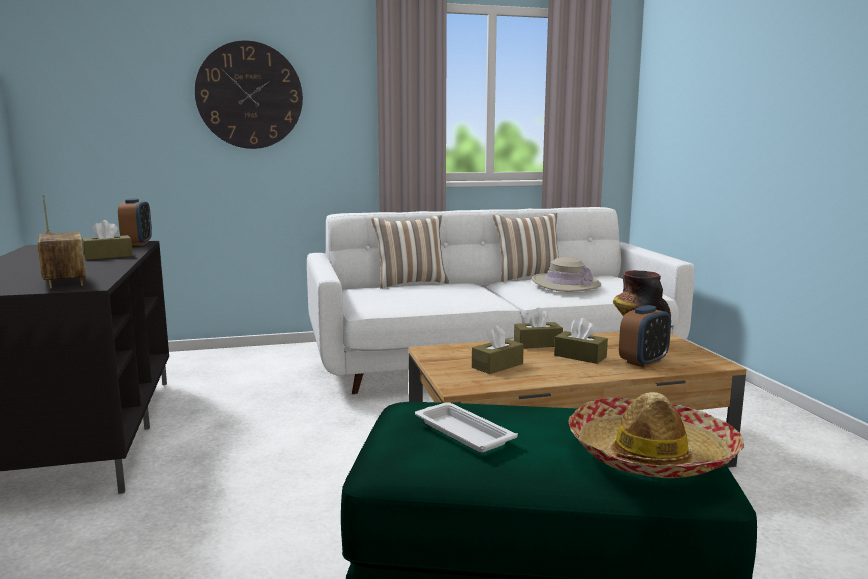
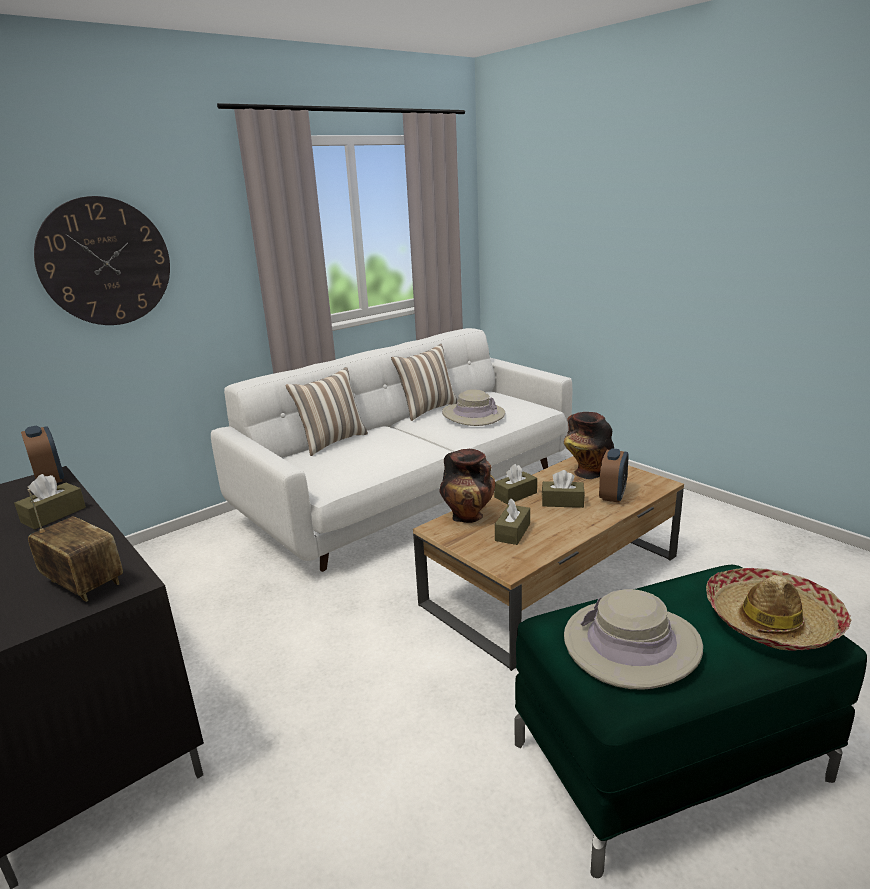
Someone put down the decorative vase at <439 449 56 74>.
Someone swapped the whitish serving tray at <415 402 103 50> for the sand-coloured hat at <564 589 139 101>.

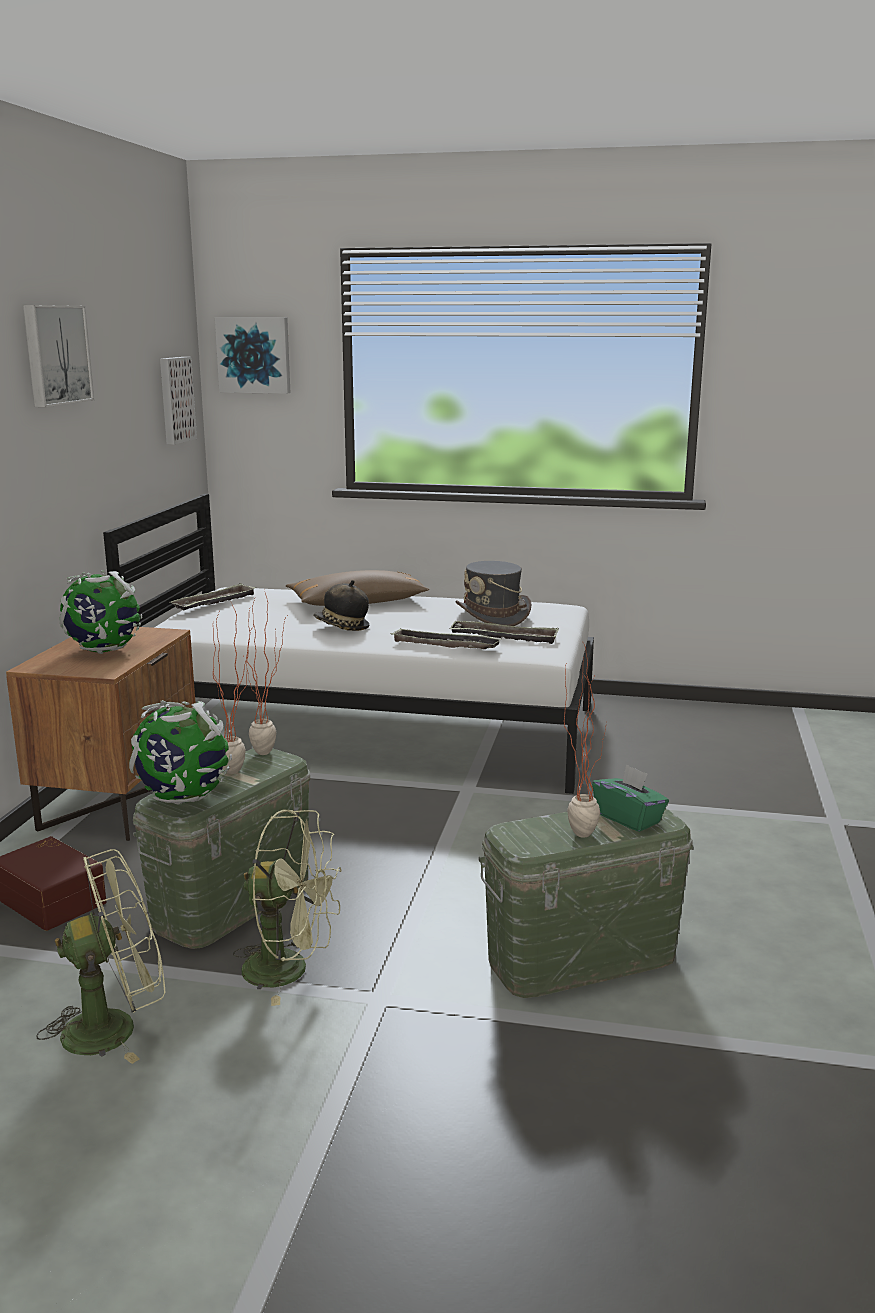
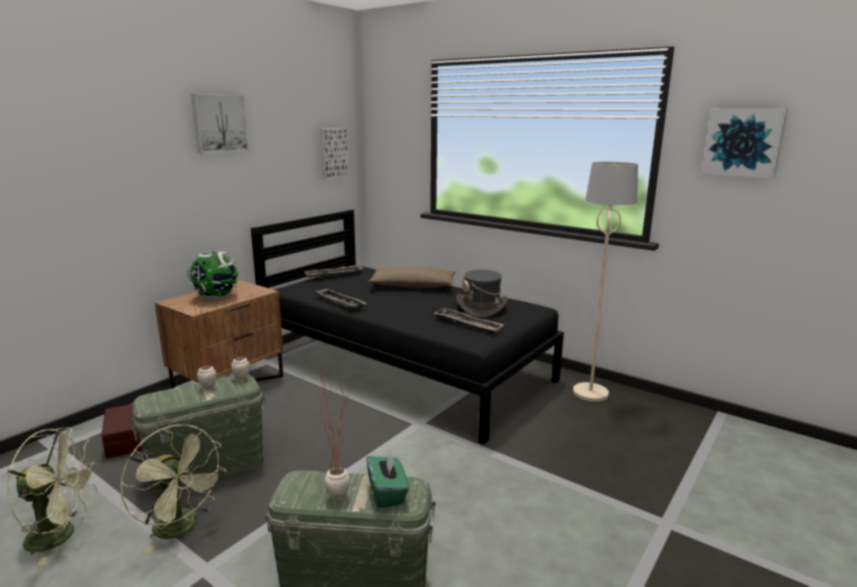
Someone repainted the whitish bed at <103 494 491 300>, which became the black-coloured bed at <251 210 313 235>.
Someone carried the serving tray from <391 628 111 21> to <315 289 52 19>.
Someone put down the sand-coloured standing lamp at <573 162 65 240>.
Someone carried the wall picture from <215 317 75 77> to <702 108 86 70>.
Someone took away the world globe at <129 700 103 105>.
Someone took away the hat at <313 580 57 51>.

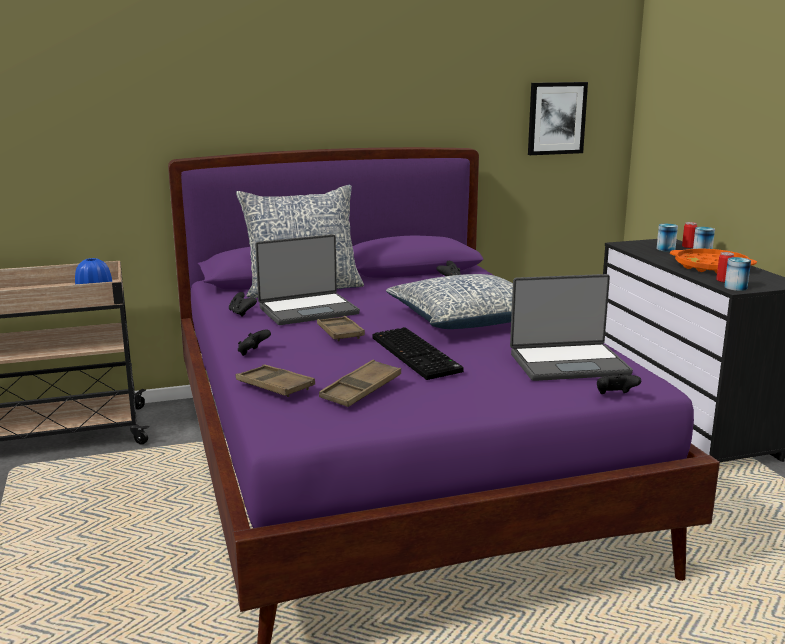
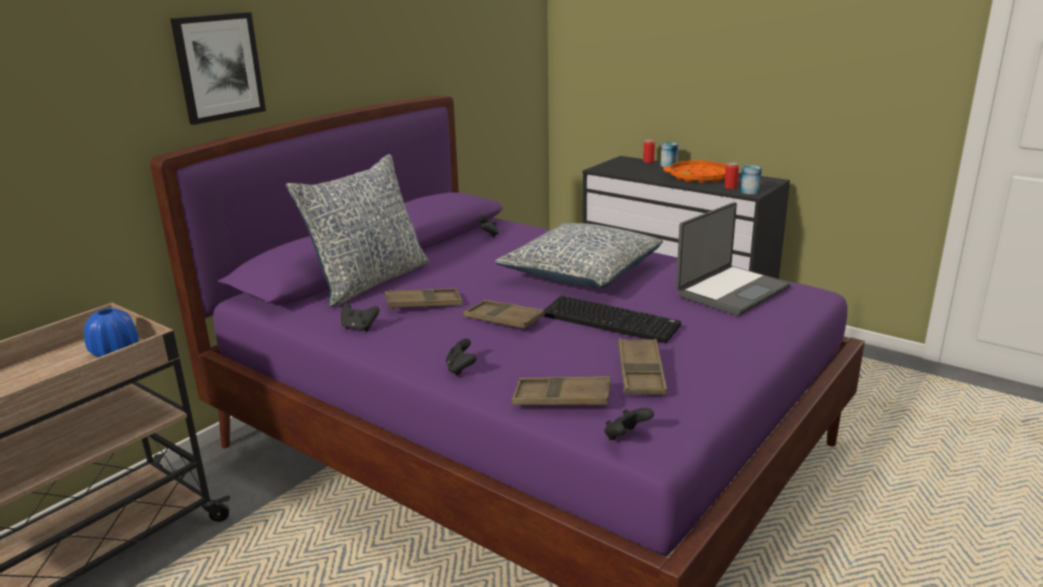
Someone carried the wall picture from <528 82 60 73> to <170 12 96 113>.
Someone swapped the notebook computer at <255 234 105 91> for the brownish serving tray at <385 289 78 21>.
Someone carried the black-coloured game controller from <597 373 44 21> to <604 408 50 32>.
Someone took away the can at <656 224 22 27>.

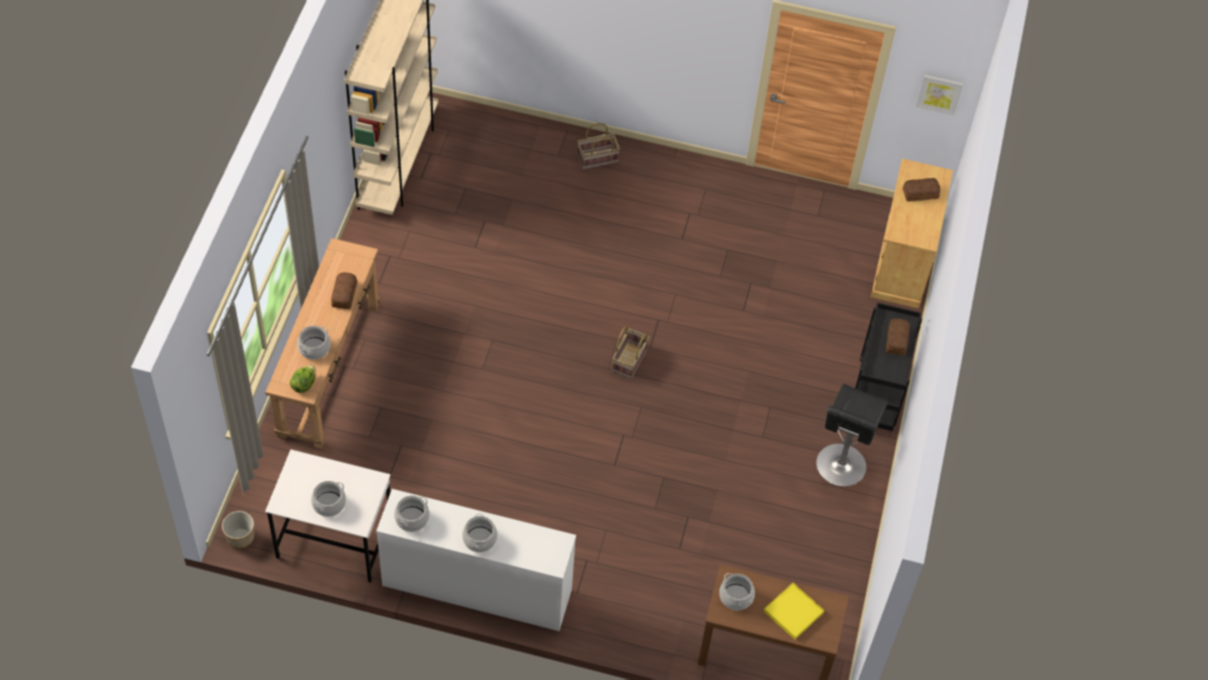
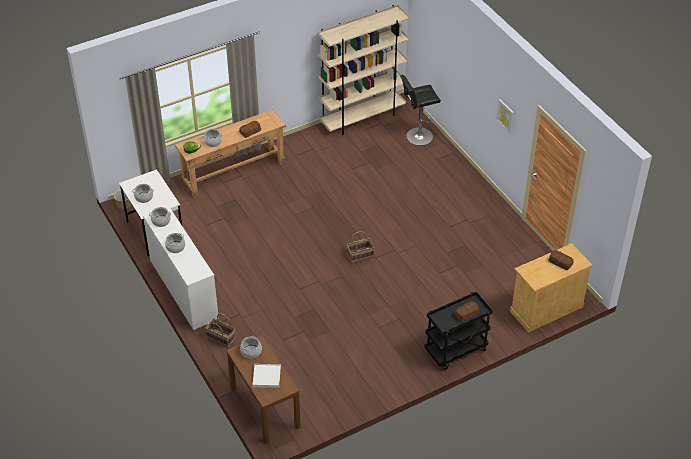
Someone carried the storage basket from <577 123 43 47> to <205 313 31 34>.
Someone repainted the yellowish serving tray at <764 583 60 57>, which became the whitish serving tray at <252 364 29 24>.
Someone carried the black-coloured stool seat from <816 384 72 103> to <400 75 41 70>.
Someone carried the wall picture from <916 75 47 40> to <496 99 18 35>.

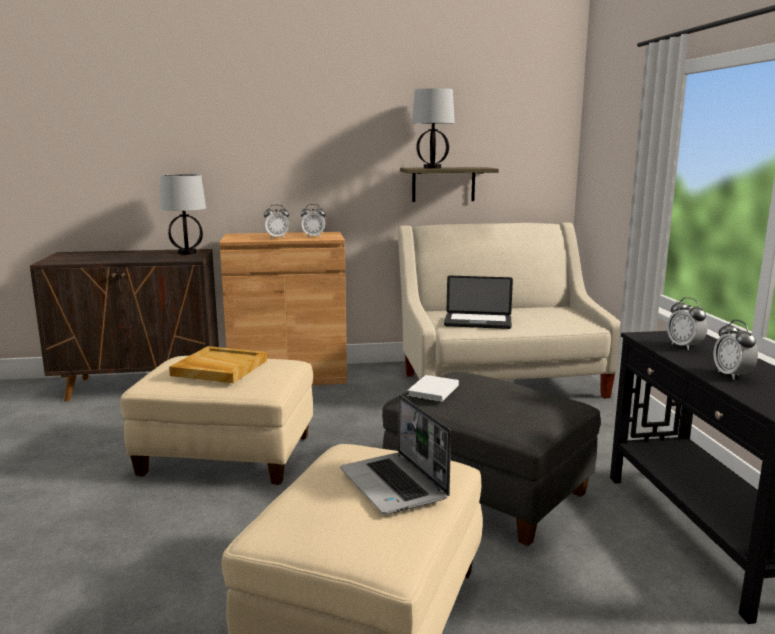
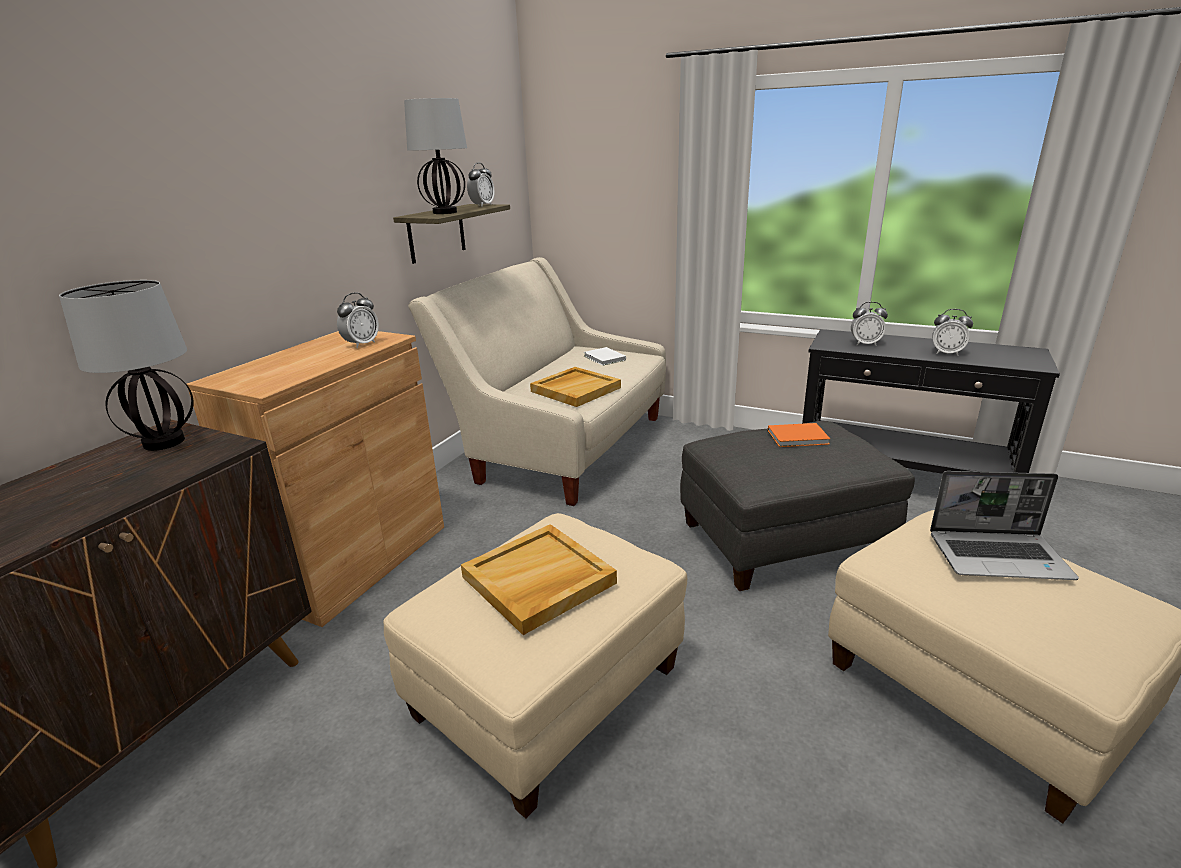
Someone carried the table clock from <264 205 25 34> to <467 163 28 44>.
Someone swapped the notebook computer at <444 276 69 53> for the sand-coloured serving tray at <530 367 91 40>.
Someone carried the whitish book from <407 375 52 27> to <584 347 42 19>.
Someone put down the orangey book at <768 423 62 24>.

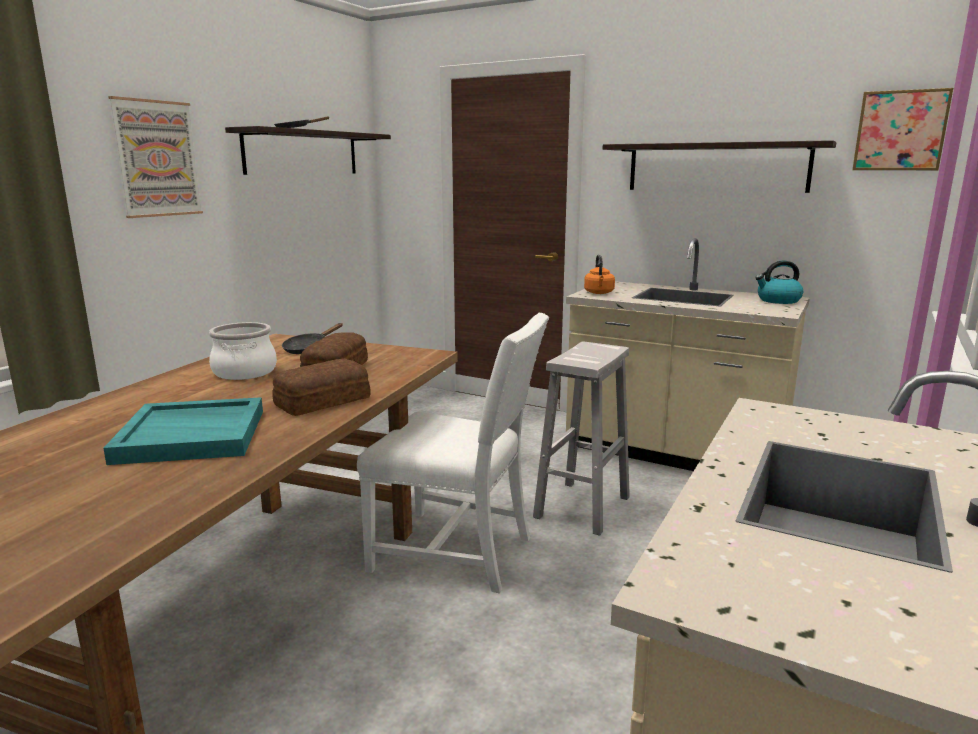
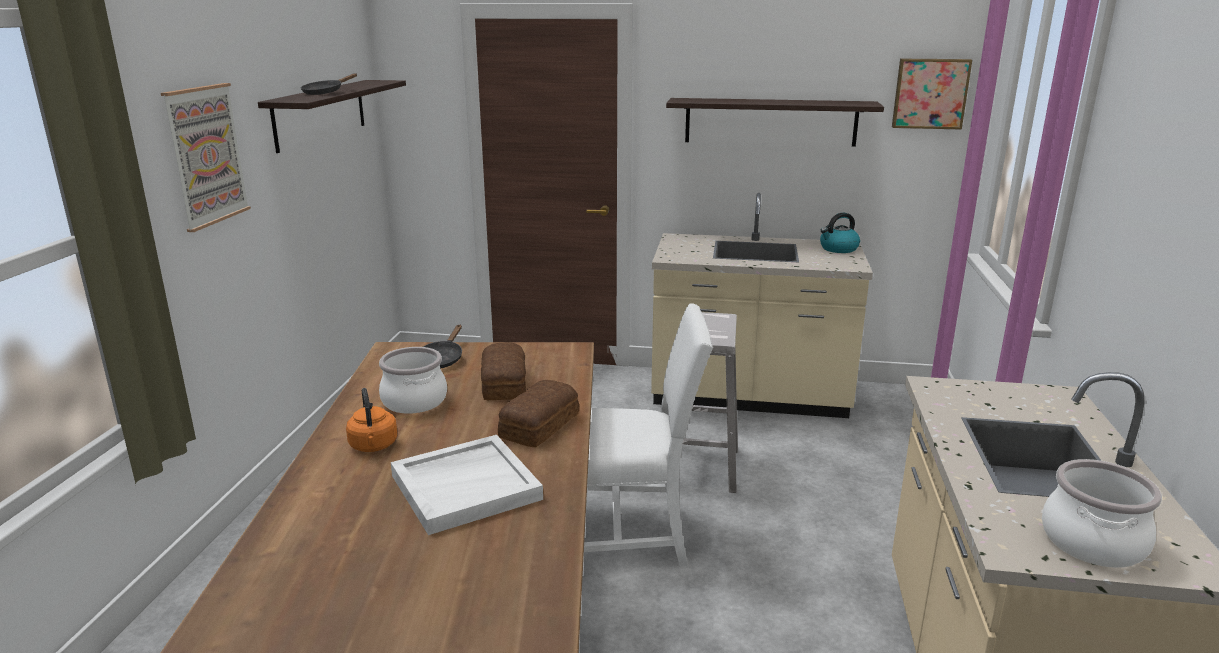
Someone carried the orangey water kettle from <584 255 31 39> to <346 388 51 64>.
Someone repainted the blue-green serving tray at <103 397 160 68>, which became the whitish serving tray at <391 435 152 100>.
Someone put down the stockpot at <1042 459 120 109>.

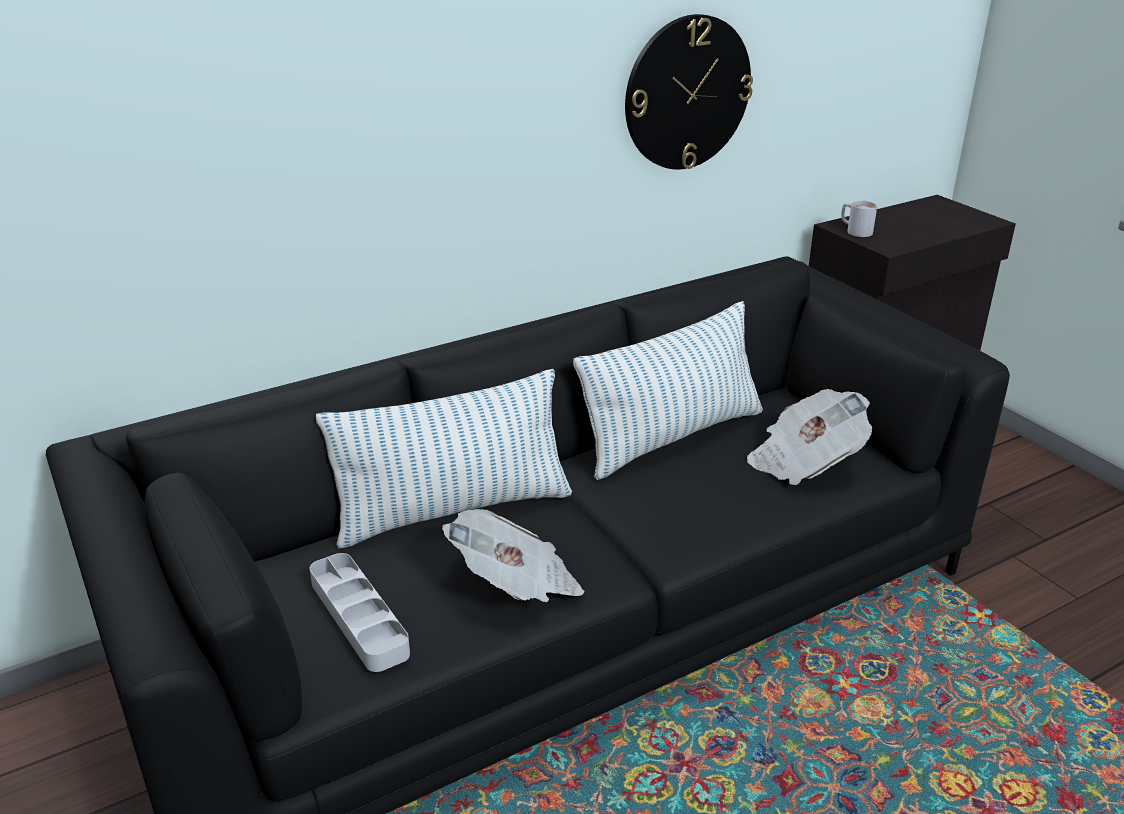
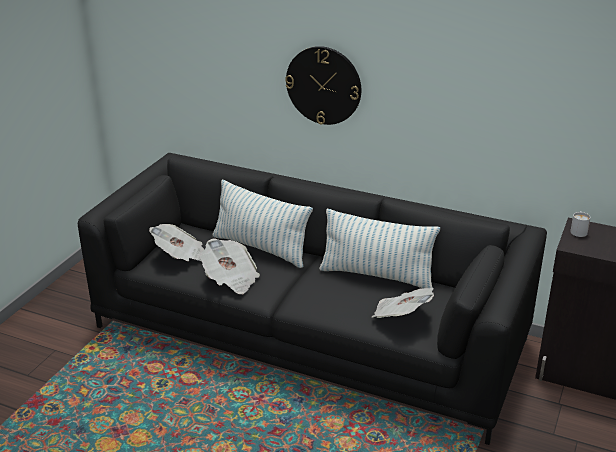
Someone swapped the grey serving tray at <310 553 100 119> for the daily paper at <149 224 55 37>.
Someone carried the wall clock from <625 14 128 156> to <285 46 76 79>.

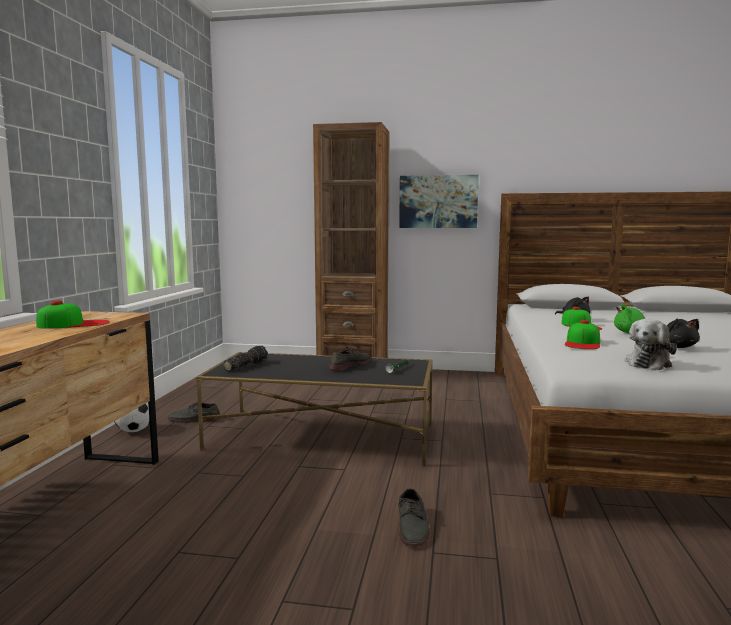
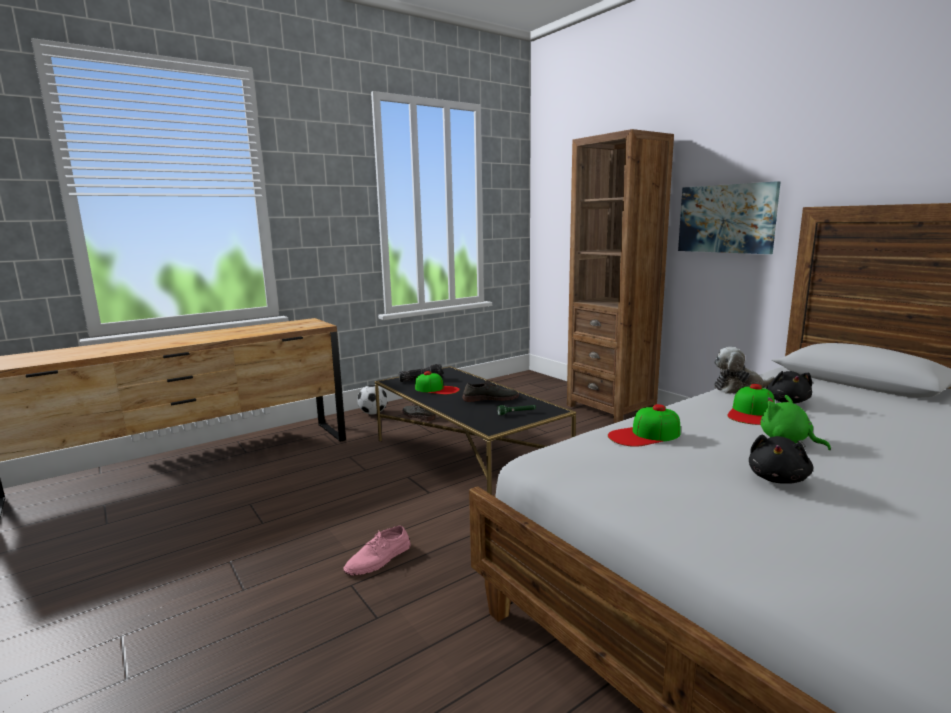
Someone repainted the grey low shoe at <398 488 31 59>, which became the pink-coloured low shoe at <343 526 68 49>.
Someone carried the baseball cap from <36 300 74 29> to <415 371 45 24>.
Someone carried the cuddly toy from <624 319 53 51> to <714 347 61 47>.

